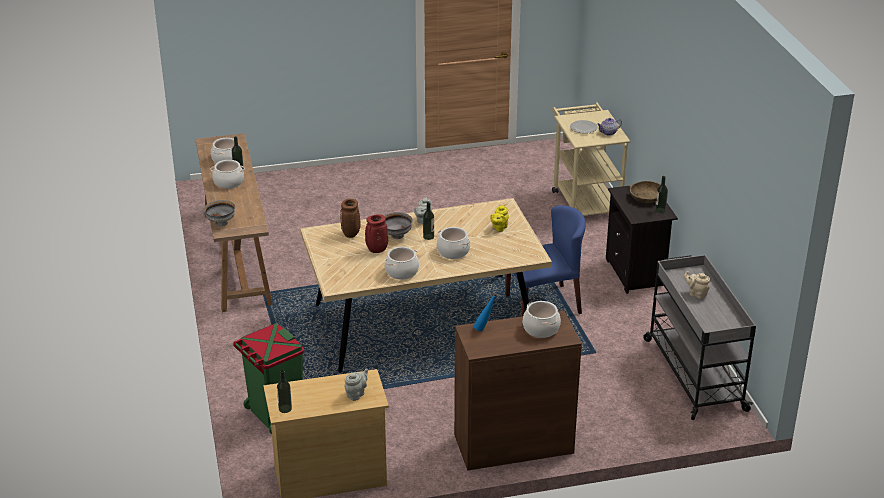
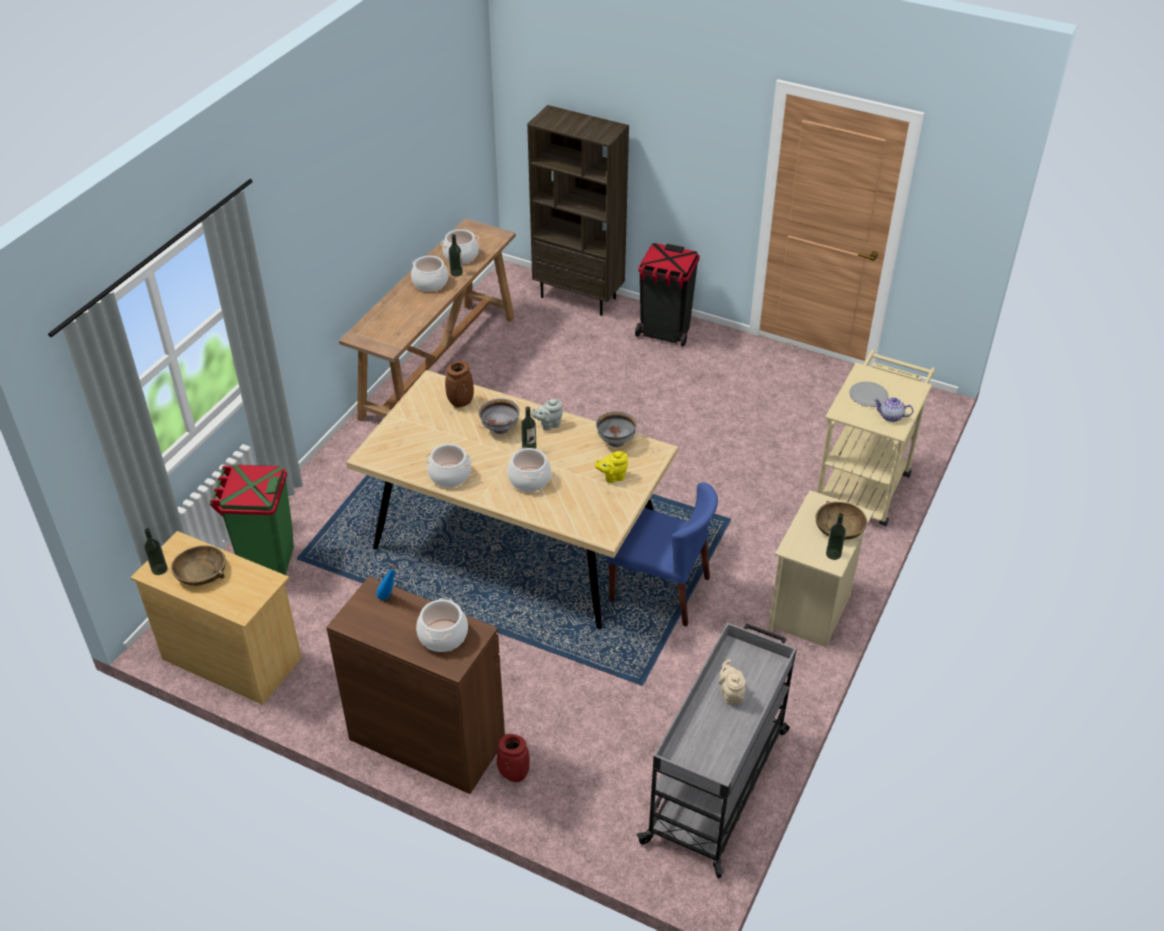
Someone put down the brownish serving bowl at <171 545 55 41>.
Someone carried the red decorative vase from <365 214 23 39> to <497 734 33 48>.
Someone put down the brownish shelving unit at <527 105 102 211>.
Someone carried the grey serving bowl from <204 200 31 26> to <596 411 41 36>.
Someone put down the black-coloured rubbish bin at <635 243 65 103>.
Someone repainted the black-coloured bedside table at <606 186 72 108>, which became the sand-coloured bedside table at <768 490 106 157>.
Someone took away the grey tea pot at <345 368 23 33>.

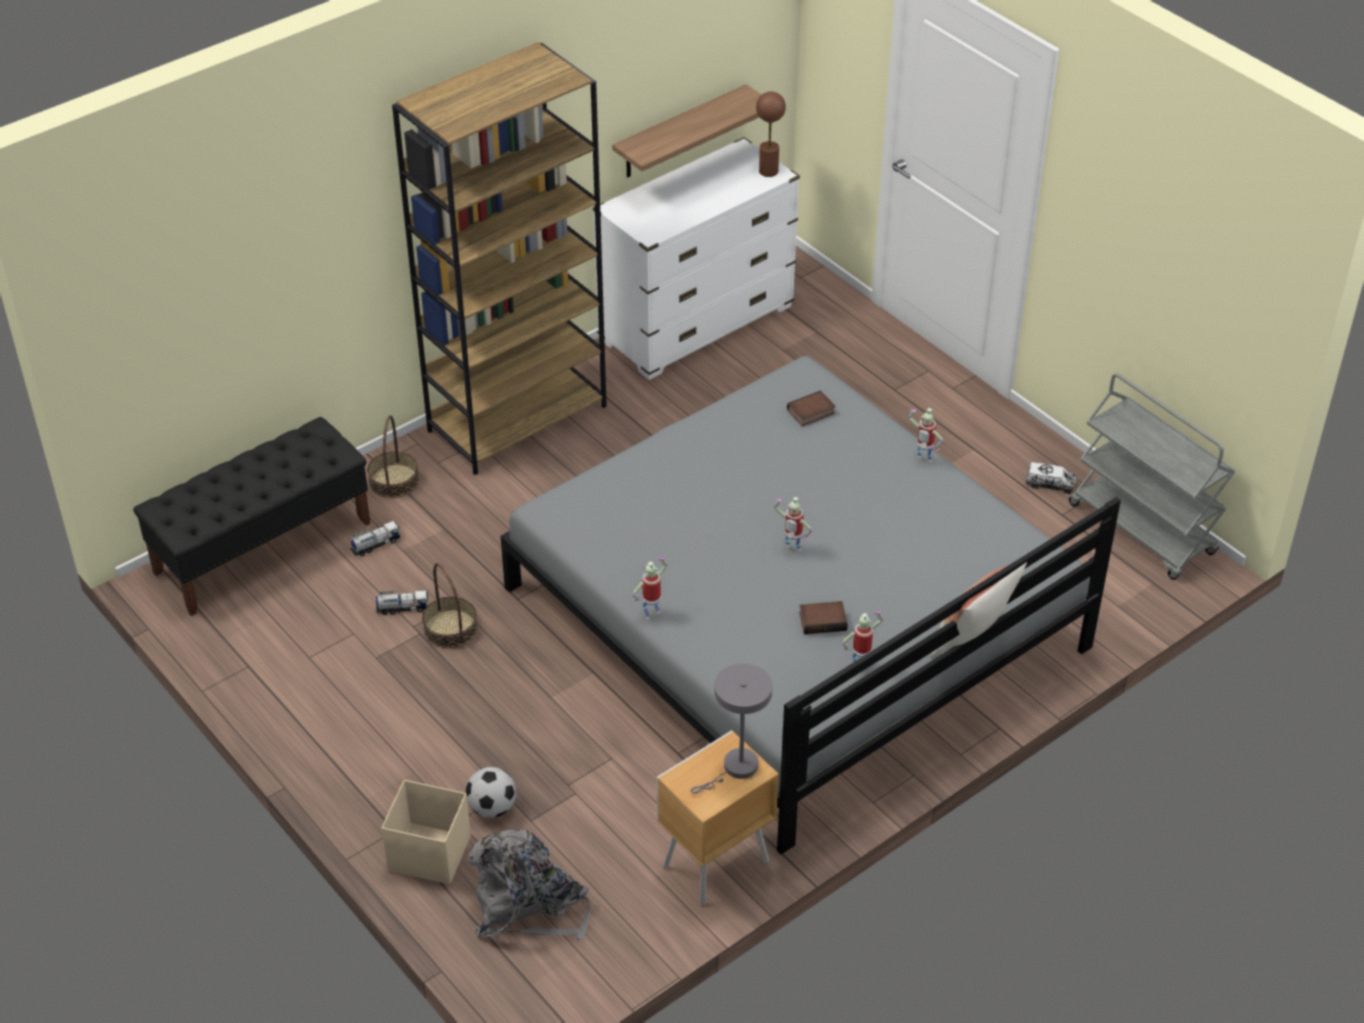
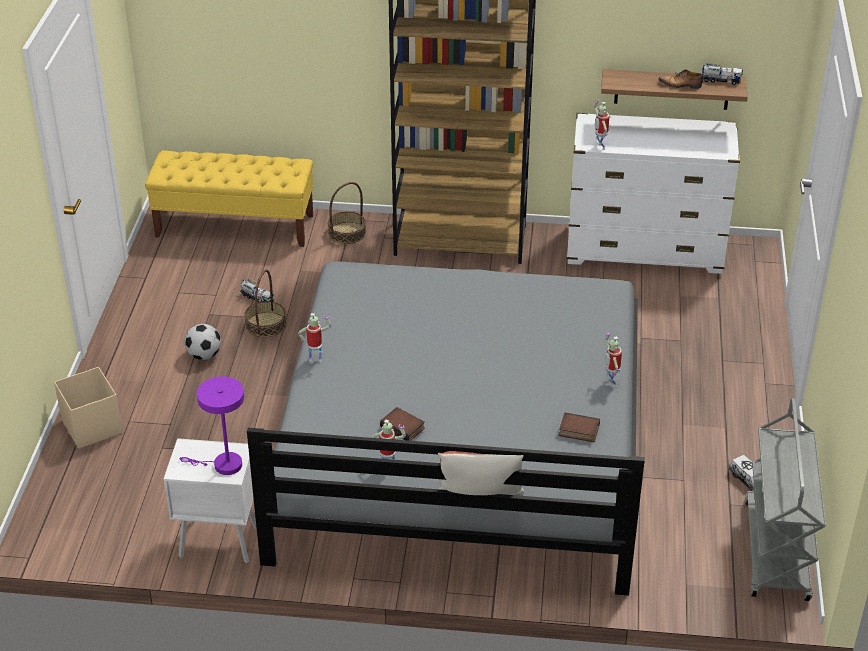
Someone repainted the black-coloured long seat at <133 417 238 199>, which became the yellowish long seat at <145 151 168 96>.
Someone repainted the brownish bedside table at <657 730 122 175>, which became the whitish bedside table at <164 438 93 125>.
Someone repainted the grey lamp for a table at <690 663 82 131>, which became the purplish lamp for a table at <179 376 65 99>.
Someone carried the football from <465 767 51 51> to <184 324 37 36>.
Someone carried the book from <787 390 49 36> to <559 413 41 29>.
Someone carried the model robot from <774 497 38 54> to <594 100 16 50>.
Someone put down the low shoe at <658 69 45 20>.
Someone carried the toy truck from <350 521 50 35> to <702 63 41 22>.
Someone took away the grey rucksack at <468 830 122 111>.
Someone took away the brownish lamp for a table at <756 91 30 86>.

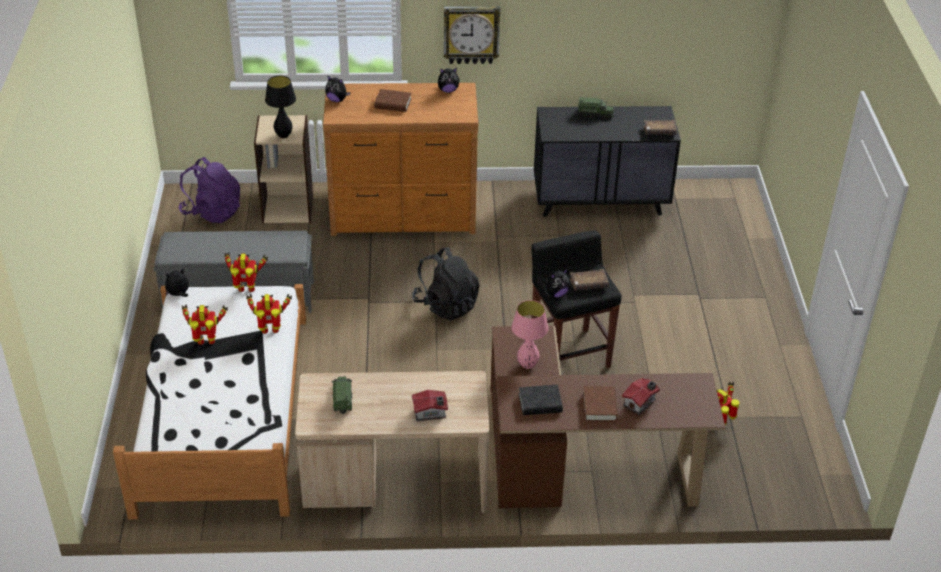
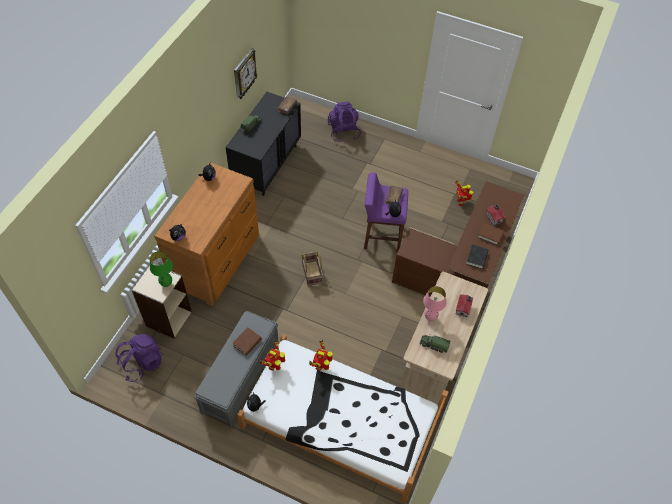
Someone repainted the black-coloured lamp for a table at <265 76 31 62>, which became the green-coloured lamp for a table at <150 251 23 36>.
Someone carried the brownish book from <374 89 37 23> to <232 327 30 29>.
Someone carried the wall clock from <444 6 57 58> to <234 48 24 51>.
Someone swapped the black-coloured rucksack at <412 247 67 74> for the storage basket at <301 251 22 35>.
Someone put down the purplish rucksack at <328 102 33 40>.
Someone repainted the black-coloured stool seat at <531 230 90 138>, which became the purplish stool seat at <364 172 44 81>.
Someone carried the pink-coloured lamp for a table from <512 300 36 69> to <423 286 23 35>.
Someone took away the model robot at <182 304 46 41>.

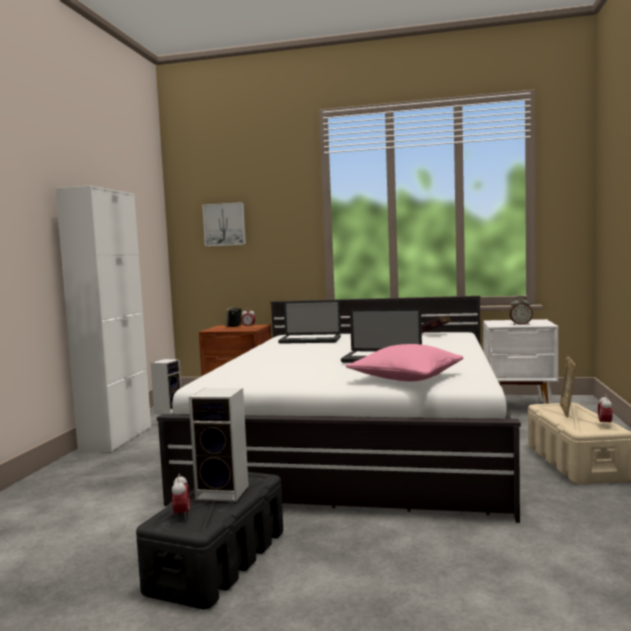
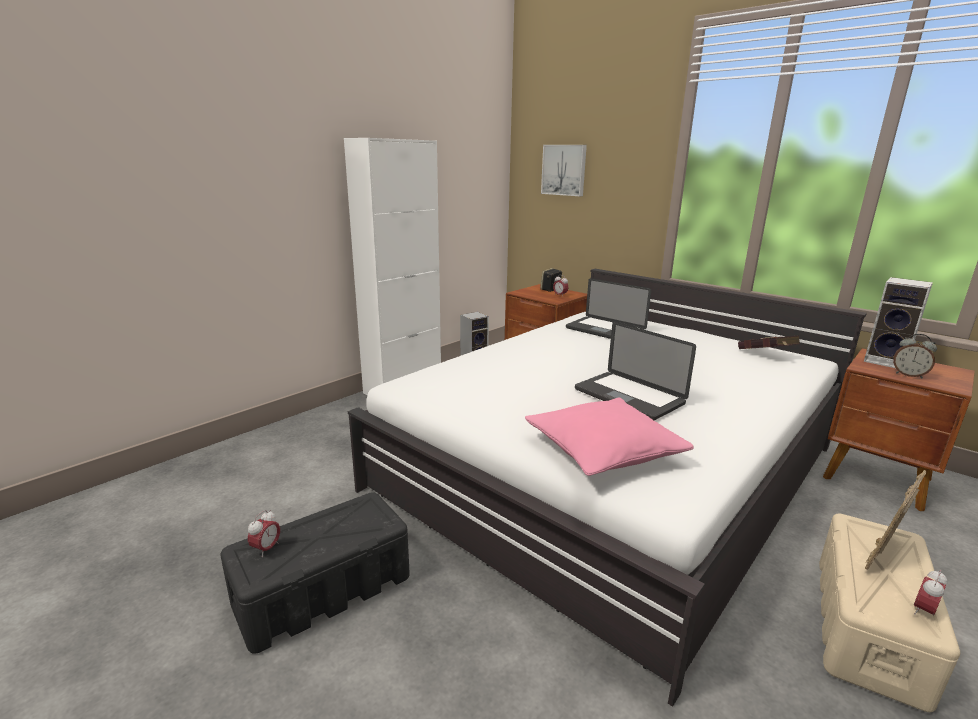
Someone repainted the whitish bedside table at <483 319 75 85>, which became the brownish bedside table at <823 348 152 163>.
Someone carried the speaker from <189 388 60 114> to <864 277 69 91>.

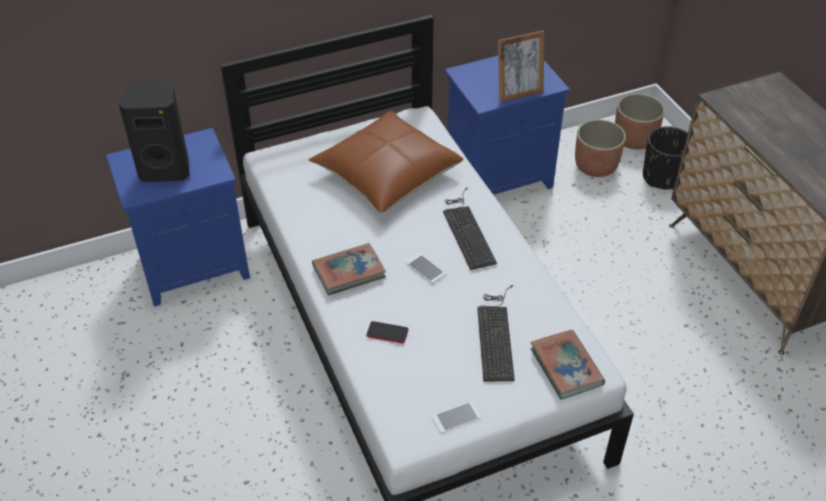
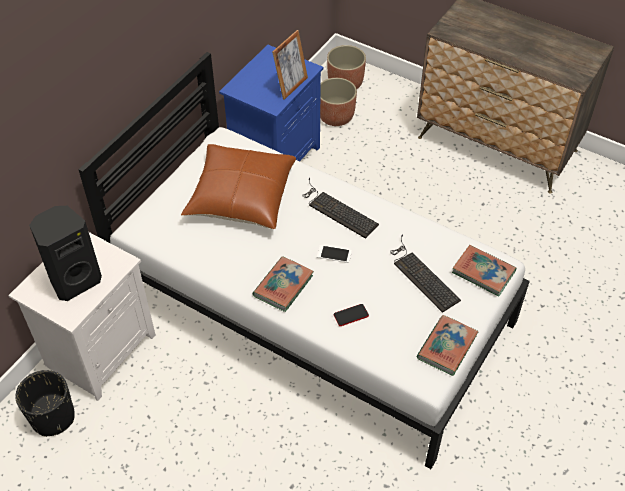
Someone repainted the bluish bedside table at <106 128 144 179>, which became the whitish bedside table at <8 232 148 169>.
Someone carried the black-coloured flower pot from <643 126 45 63> to <15 370 60 67>.
Someone swapped the telephone at <432 401 49 32> for the book at <417 315 62 61>.

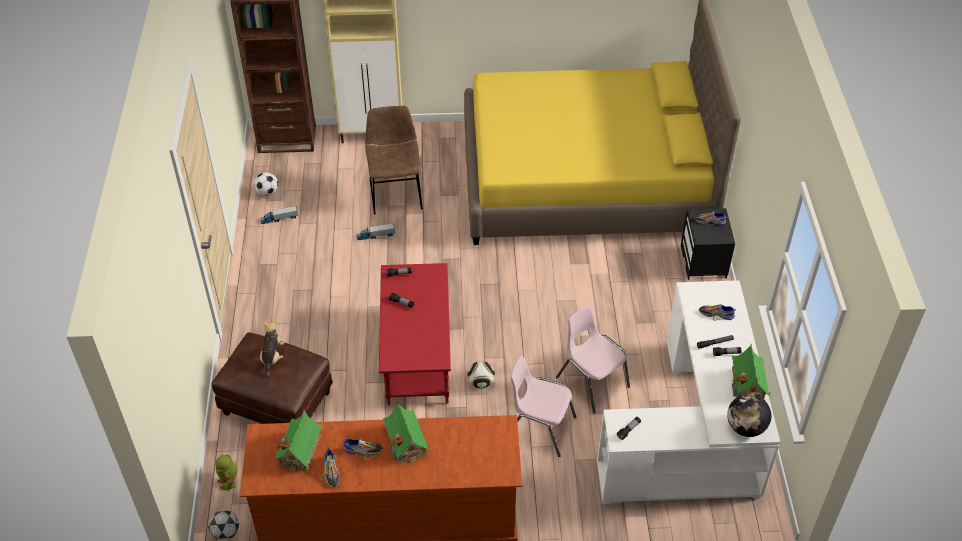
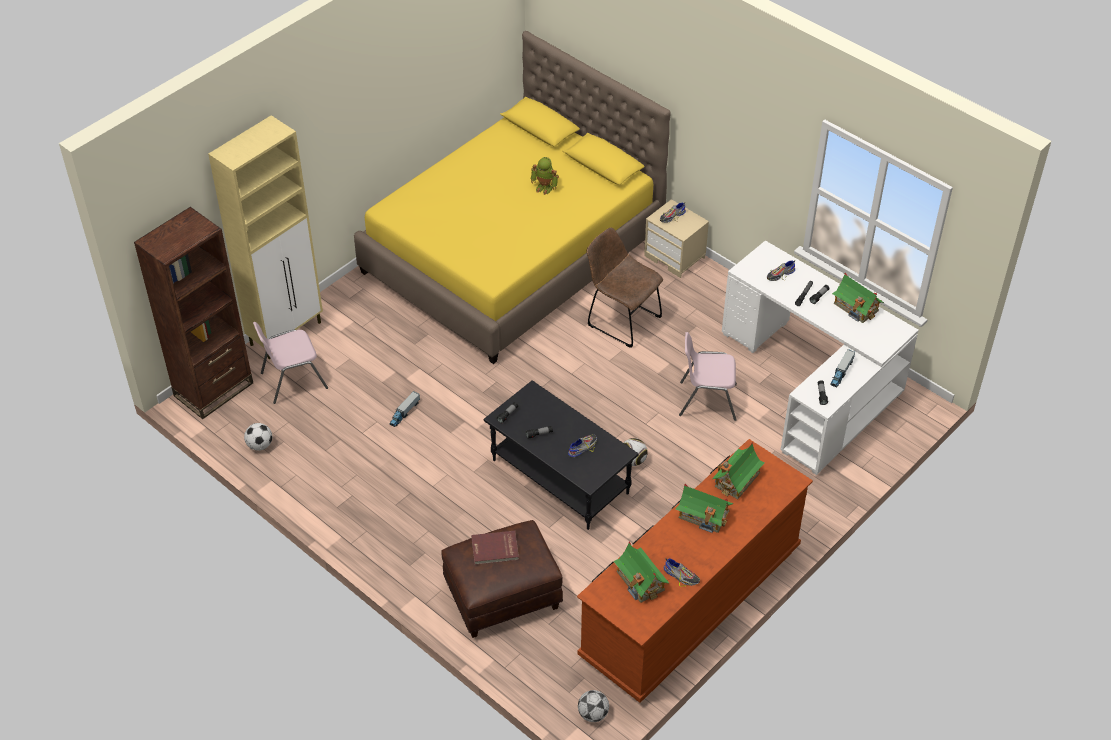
Someone carried the pink-coloured chair from <510 356 66 101> to <253 322 75 82>.
Someone swapped the cuddly toy at <260 318 24 61> for the red book at <471 531 48 34>.
Someone repainted the red low table at <379 263 72 143>, which became the black-coloured low table at <484 380 155 150>.
Someone carried the model robot from <215 455 23 36> to <531 157 28 38>.
Someone carried the low shoe from <343 439 40 22> to <568 434 29 23>.
Someone carried the brownish chair from <365 106 58 108> to <587 227 76 121>.
Someone repainted the black-coloured bedside table at <681 208 54 72>, which became the sand-coloured bedside table at <644 199 65 79>.
Someone put down the toy house at <712 442 52 57>.
Someone carried the toy truck from <260 206 38 18> to <830 349 25 38>.
Someone took away the world globe at <727 394 44 43>.

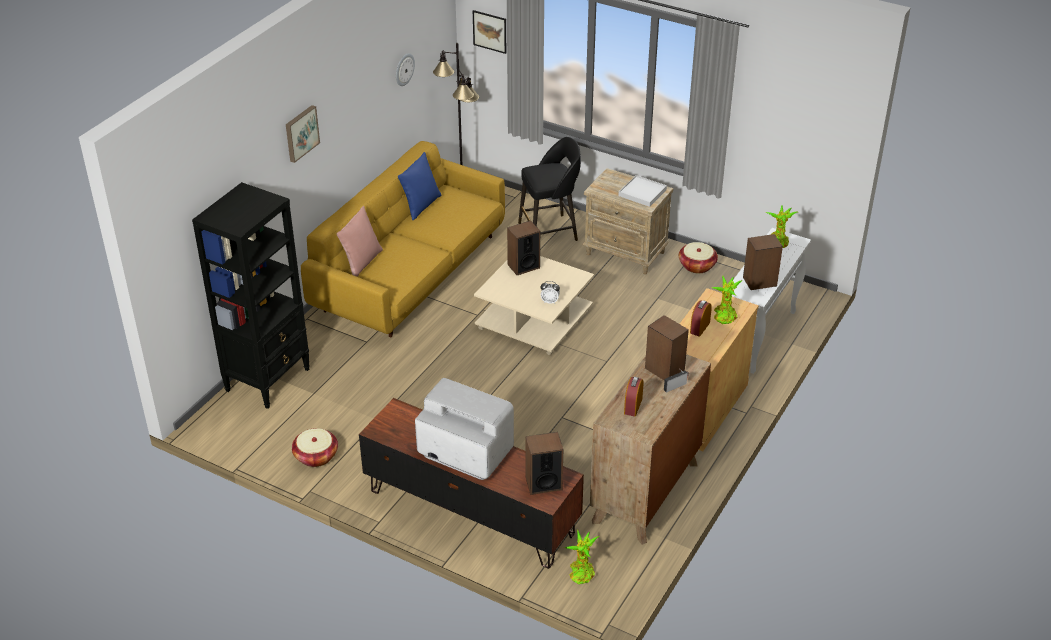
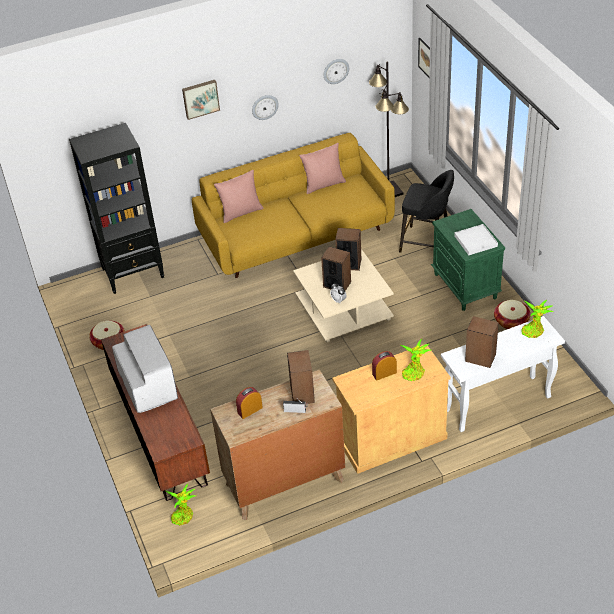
Someone put up the wall clock at <252 95 27 25>.
Someone repainted the bluish throw pillow at <398 152 43 68>, which became the pink-coloured throw pillow at <299 143 47 51>.
Someone carried the speaker from <526 432 37 63> to <321 247 30 44>.
Someone repainted the sand-coloured bedside table at <582 168 91 106>, which became the green-coloured bedside table at <431 209 74 102>.

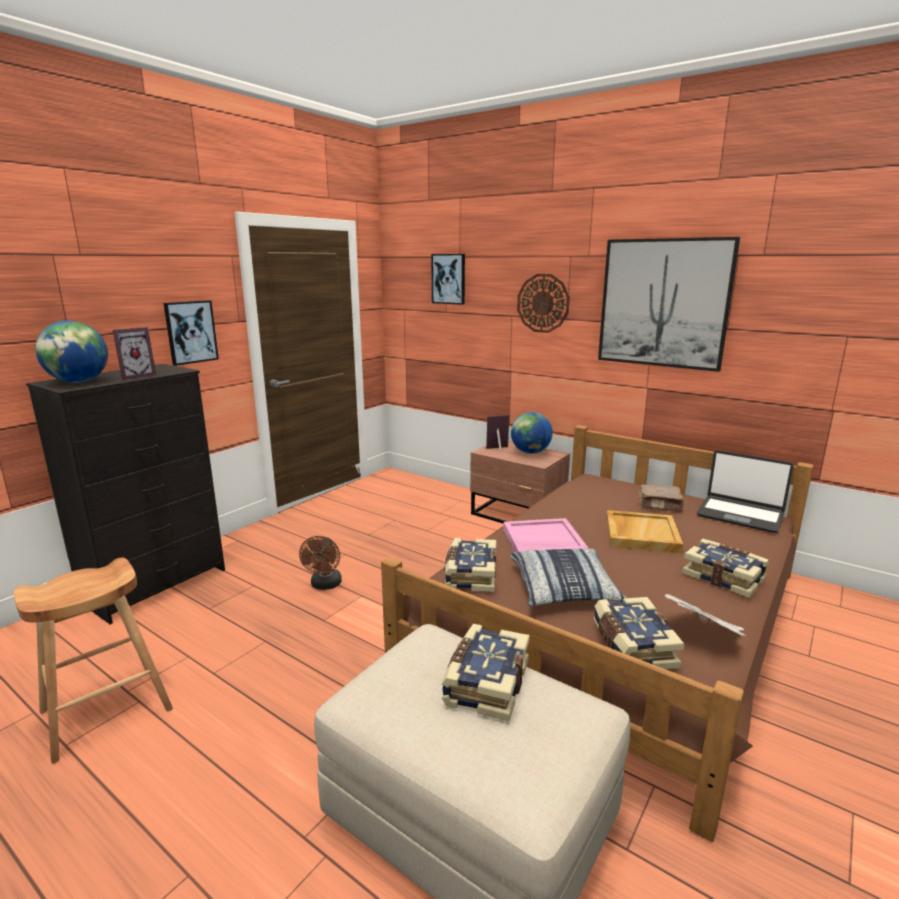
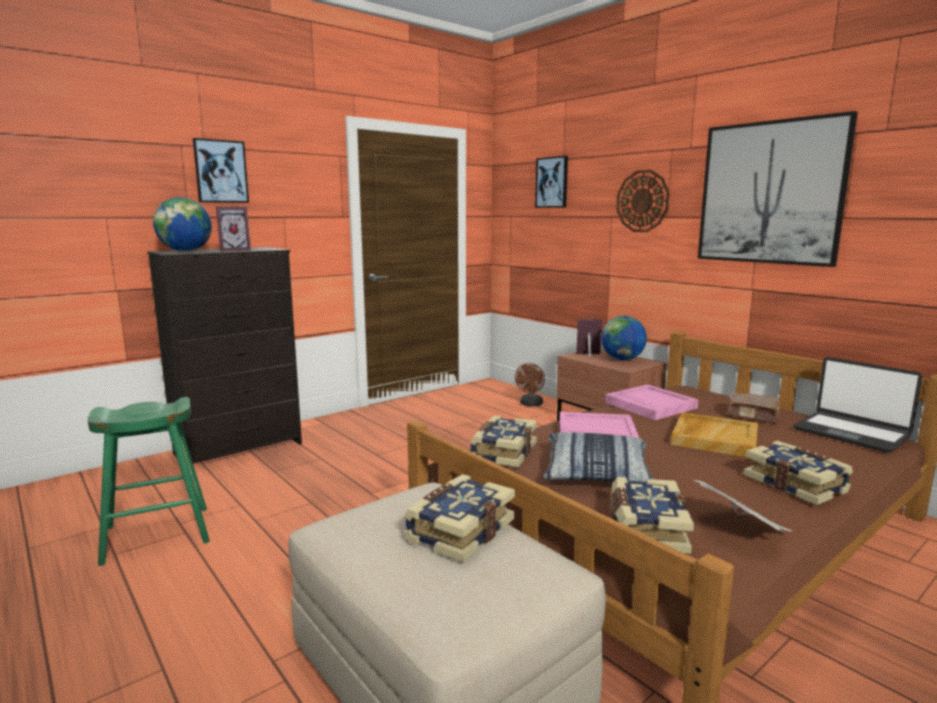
Someone repainted the brownish stool seat at <14 558 159 206>, which became the green-coloured stool seat at <88 397 122 169>.
Someone carried the wall picture from <164 300 55 66> to <193 138 56 65>.
Someone carried the brownish electric fan from <299 536 43 54> to <515 363 30 43>.
Someone put down the pink-coloured serving tray at <605 385 93 35>.

